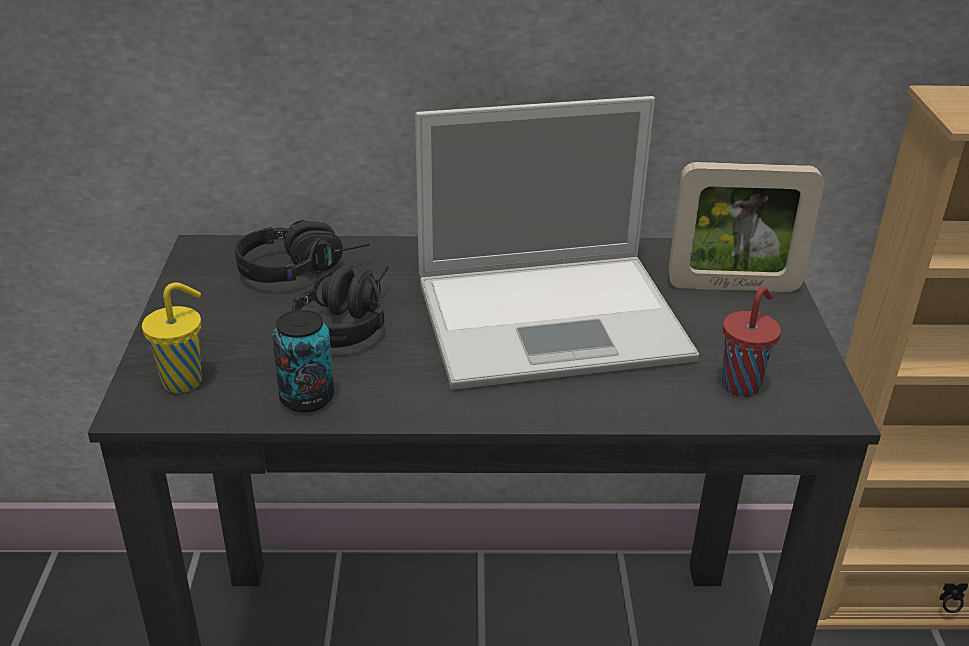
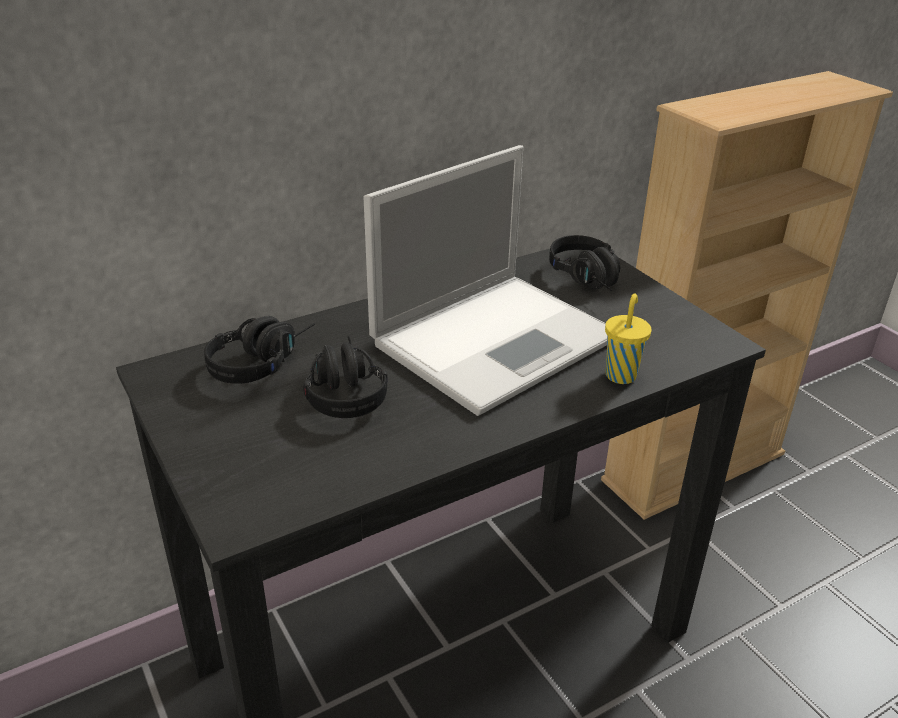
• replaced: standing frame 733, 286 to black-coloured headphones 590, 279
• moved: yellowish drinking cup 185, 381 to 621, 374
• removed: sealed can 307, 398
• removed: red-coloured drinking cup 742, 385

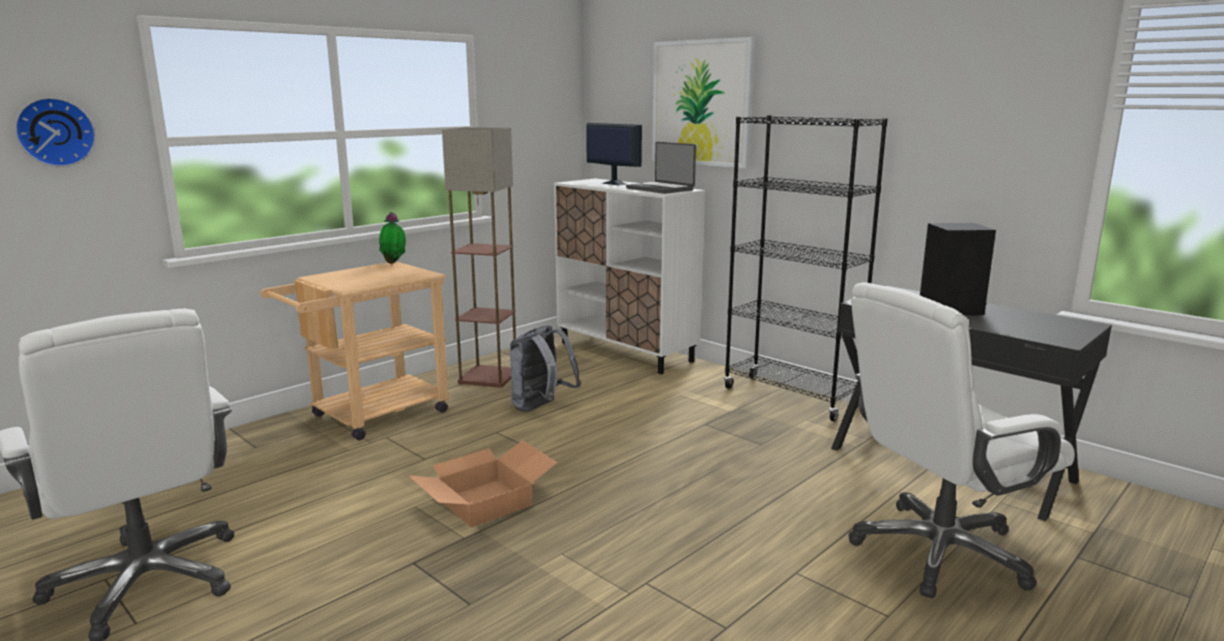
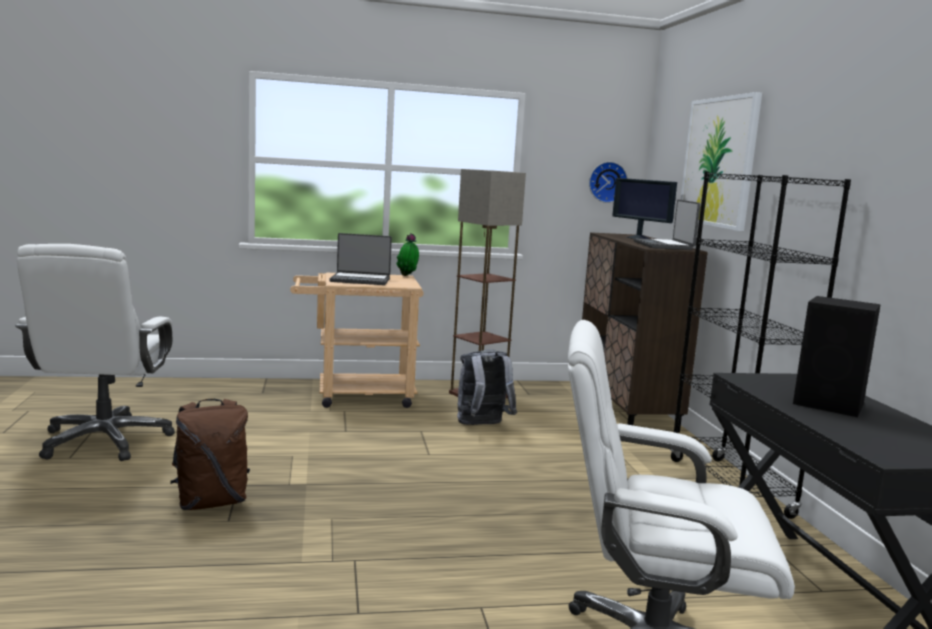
• added: brown rucksack 211, 502
• added: laptop 360, 280
• recoloured: white cupboard 626, 352 to brown cupboard 626, 408
• moved: hanging clock 55, 132 to 607, 182
• turned: computer screen 613, 183 = 639, 238 150 degrees clockwise
• removed: cardboard box 486, 501

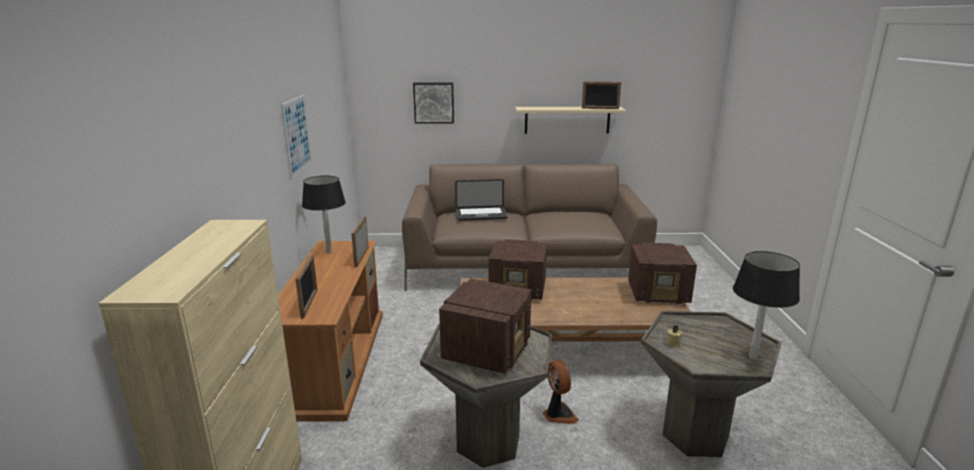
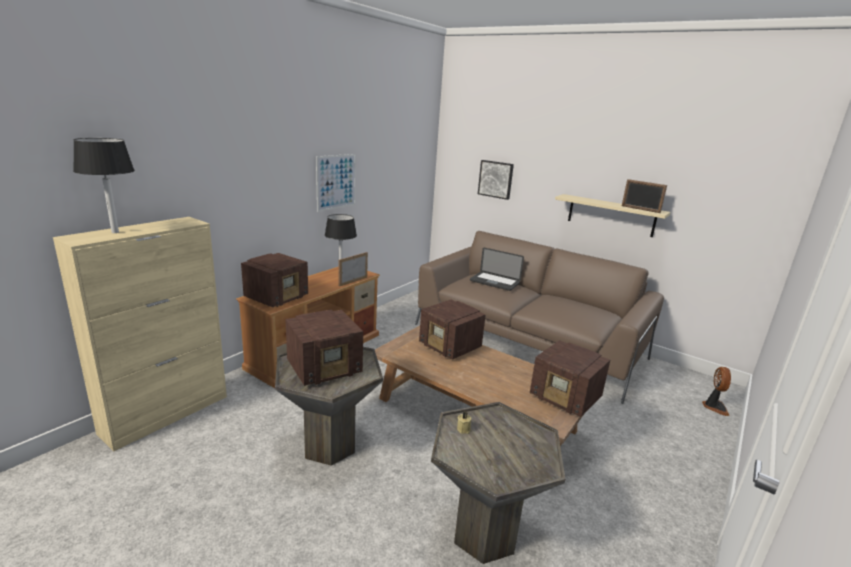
• moved: black-coloured table lamp 753, 357 to 115, 232
• replaced: standing frame 309, 304 to radio 277, 297
• moved: electric fan 558, 414 to 714, 407

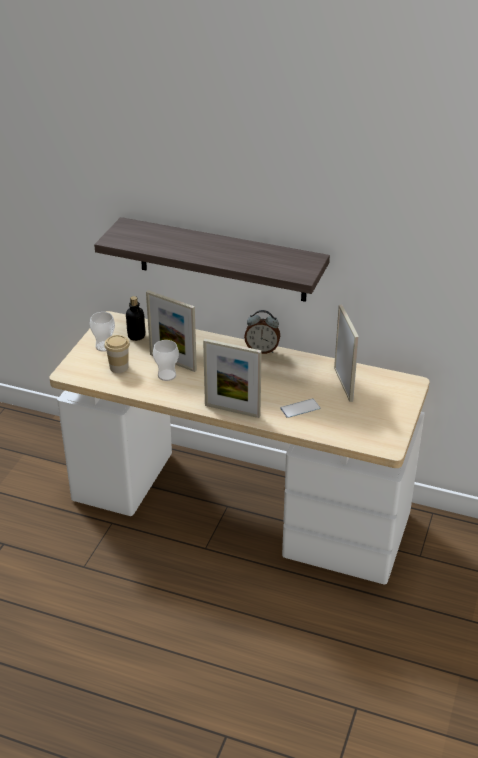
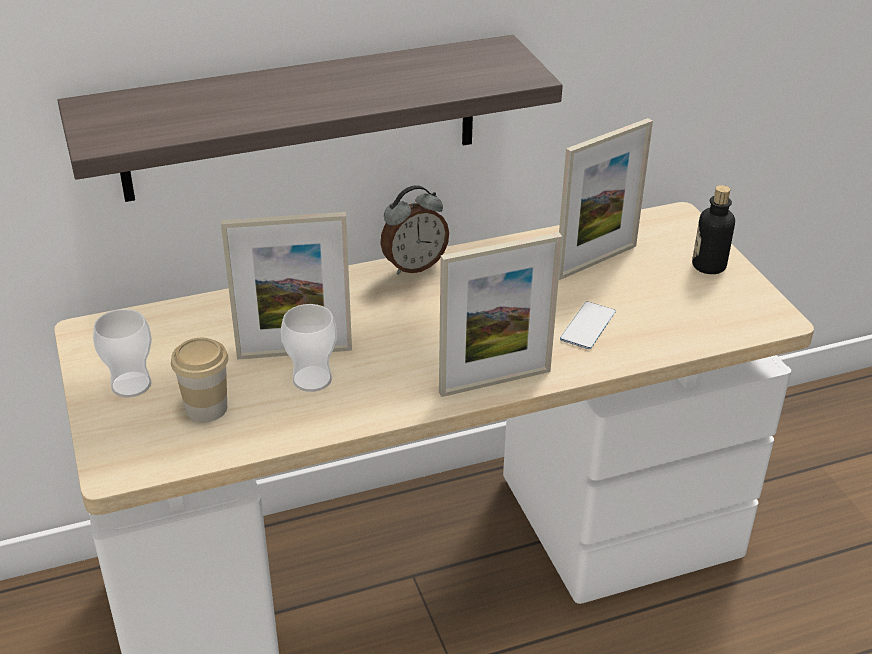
• turned: standing frame 343, 384 = 596, 261 105 degrees clockwise
• moved: drink bottle 136, 336 to 709, 266

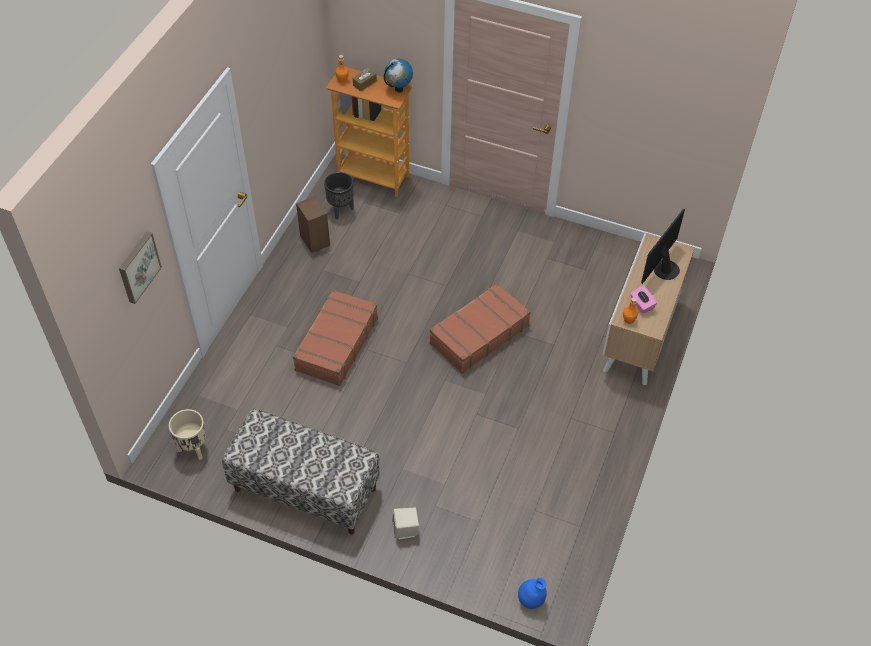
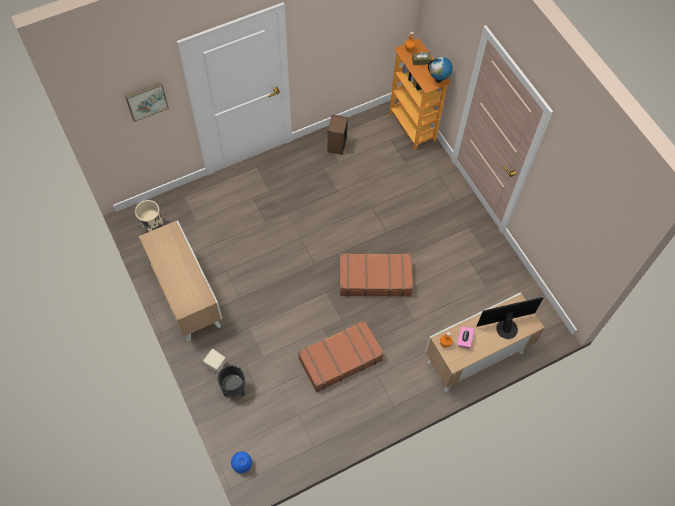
• replaced: indoor bench 304, 489 to cupboard 186, 297
• moved: black-coloured planter 340, 210 to 234, 390
• moved: brown travel case 336, 344 to 340, 359

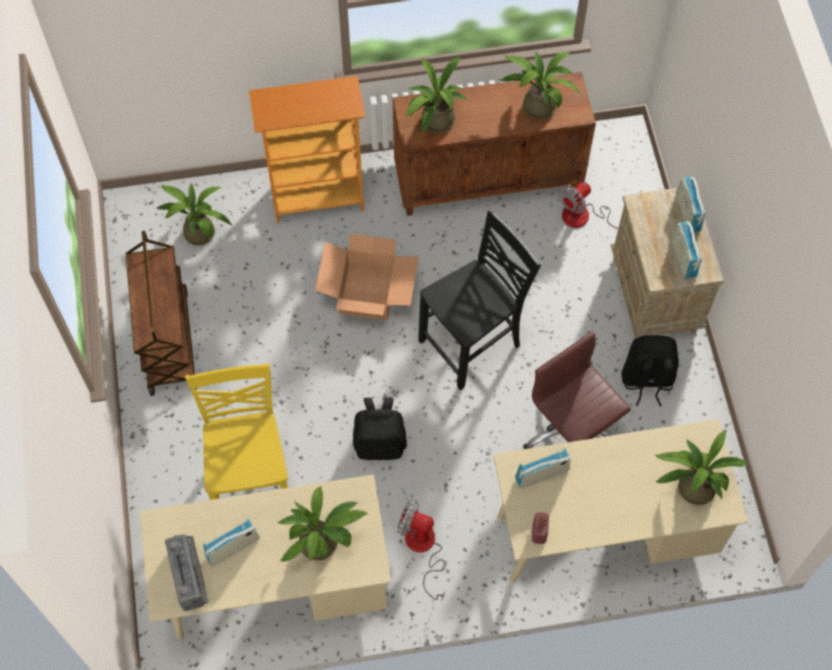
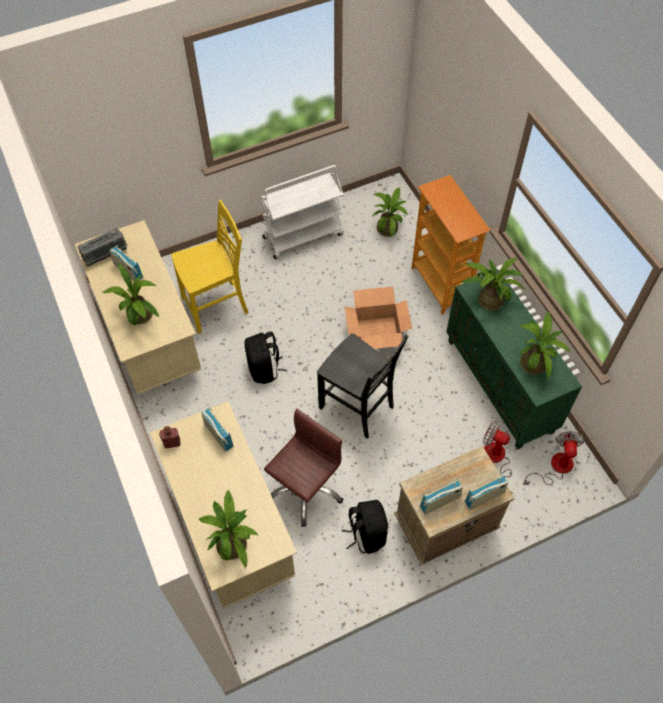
• recoloured: brown trolley 168, 341 to white trolley 303, 235
• recoloured: brown cupboard 488, 180 to green-coloured cupboard 500, 386
• moved: electric fan 423, 549 to 555, 467

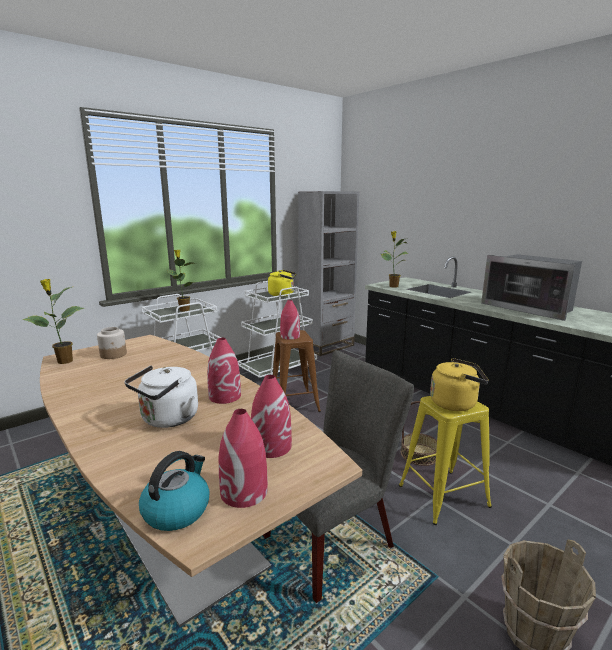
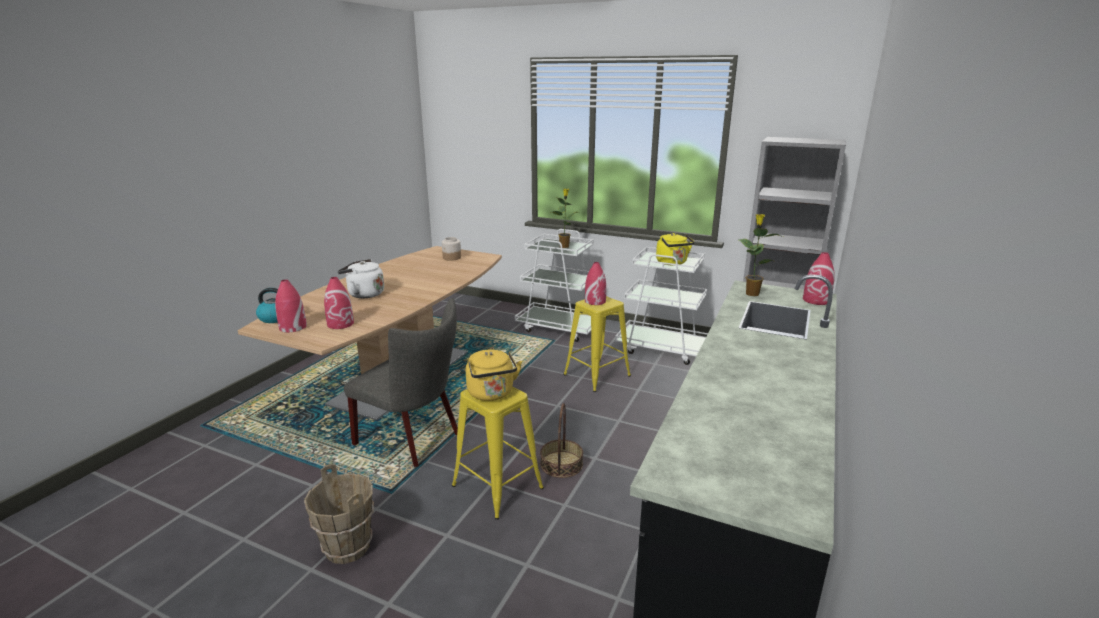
• recoloured: brown stool 294, 404 to yellowish stool 597, 375
• moved: red-coloured decorative vase 225, 396 to 816, 300
• removed: houseplant 64, 361
• removed: microwave oven 530, 308

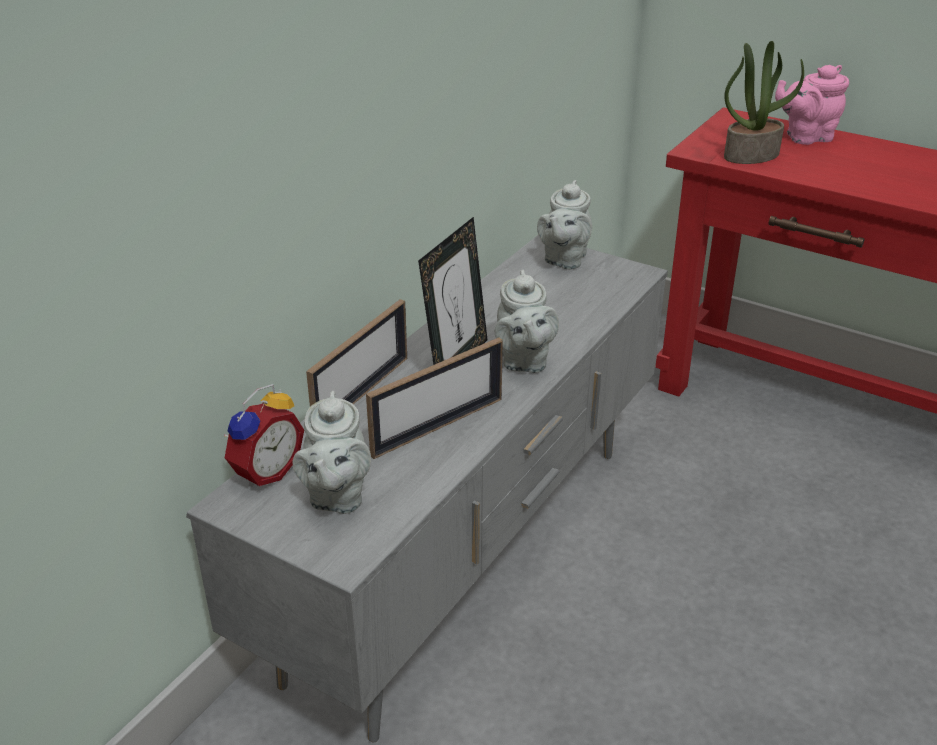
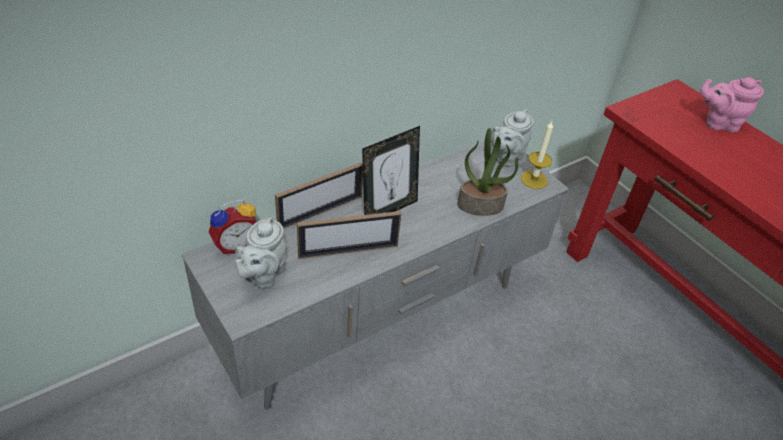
• moved: houseplant 751, 155 to 480, 205
• added: wax light 534, 179
• removed: grey teapot 523, 361

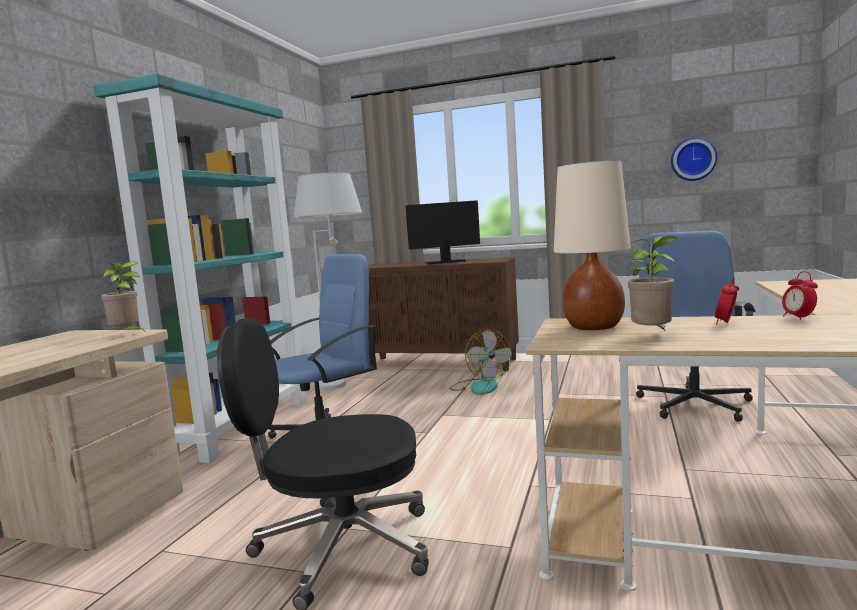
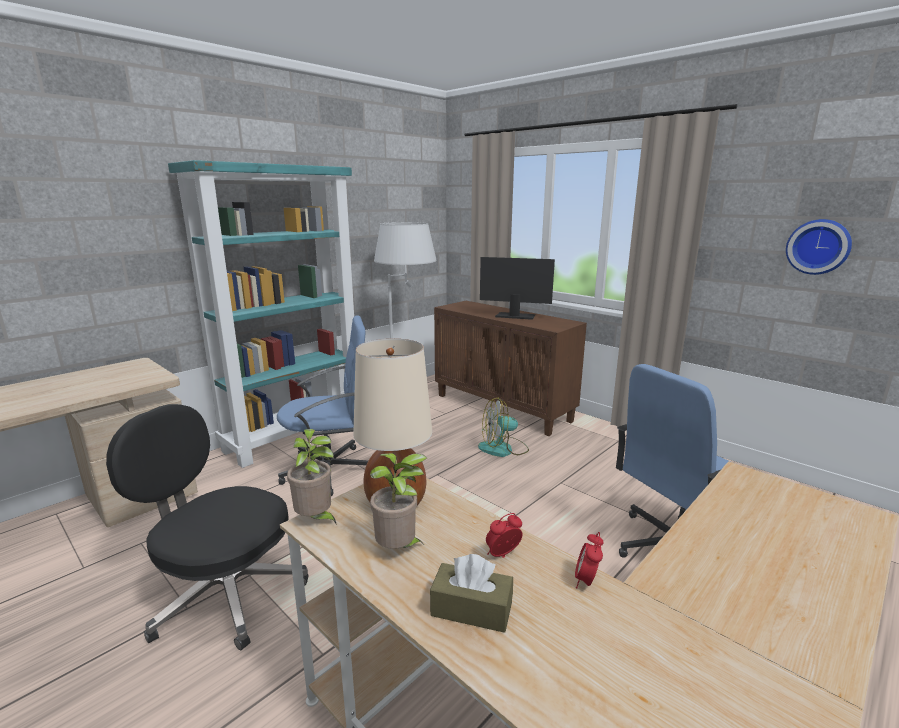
• moved: houseplant 127, 334 to 316, 520
• added: brown tissue holder 471, 609
• turned: electric fan 480, 386 = 503, 449 75 degrees clockwise

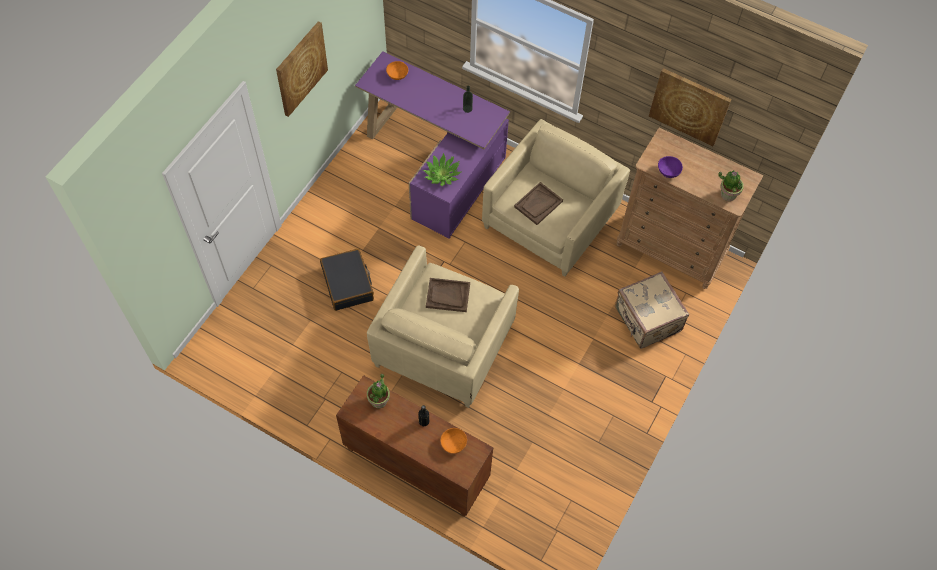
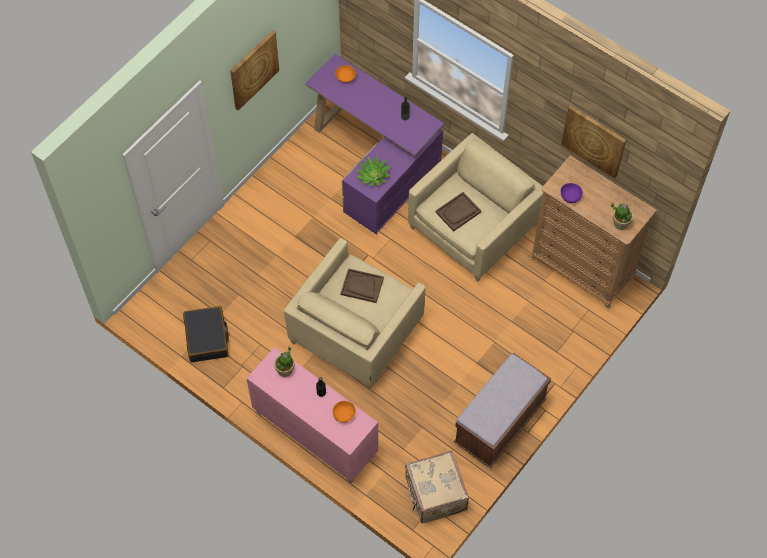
• moved: black-coloured travel case 348, 284 to 207, 338
• recoloured: brown cupboard 415, 465 to pink cupboard 314, 434
• moved: beige travel case 646, 320 to 434, 495
• added: brown indoor bench 499, 423

